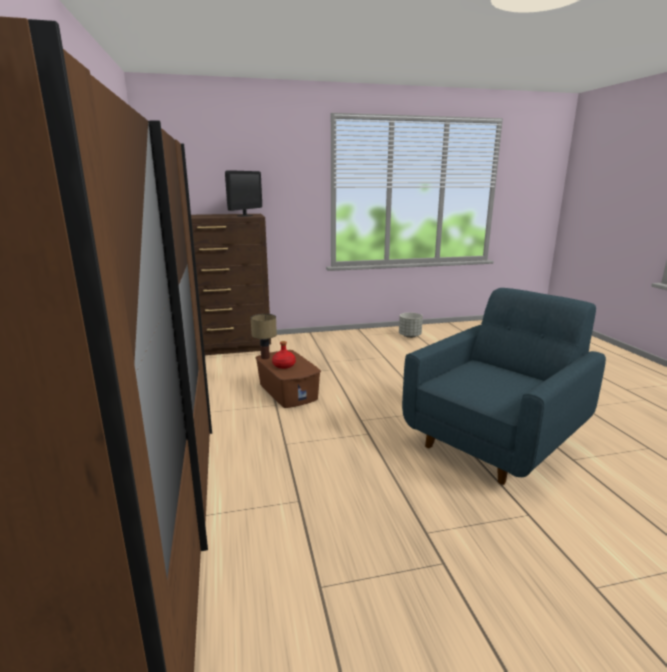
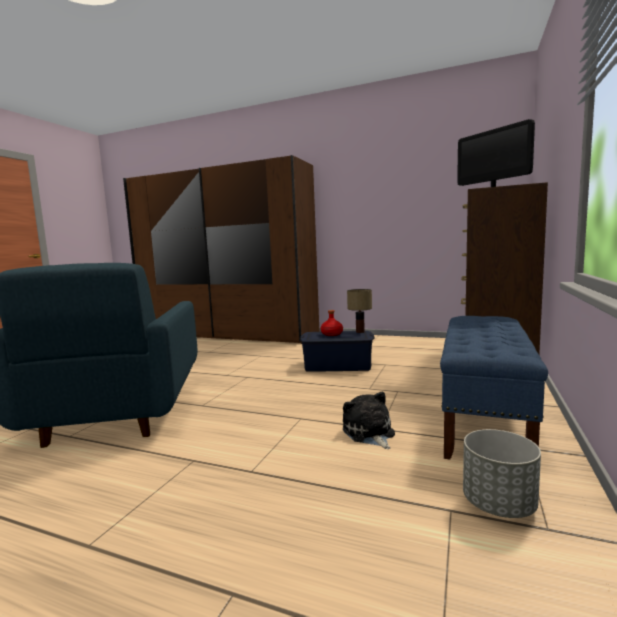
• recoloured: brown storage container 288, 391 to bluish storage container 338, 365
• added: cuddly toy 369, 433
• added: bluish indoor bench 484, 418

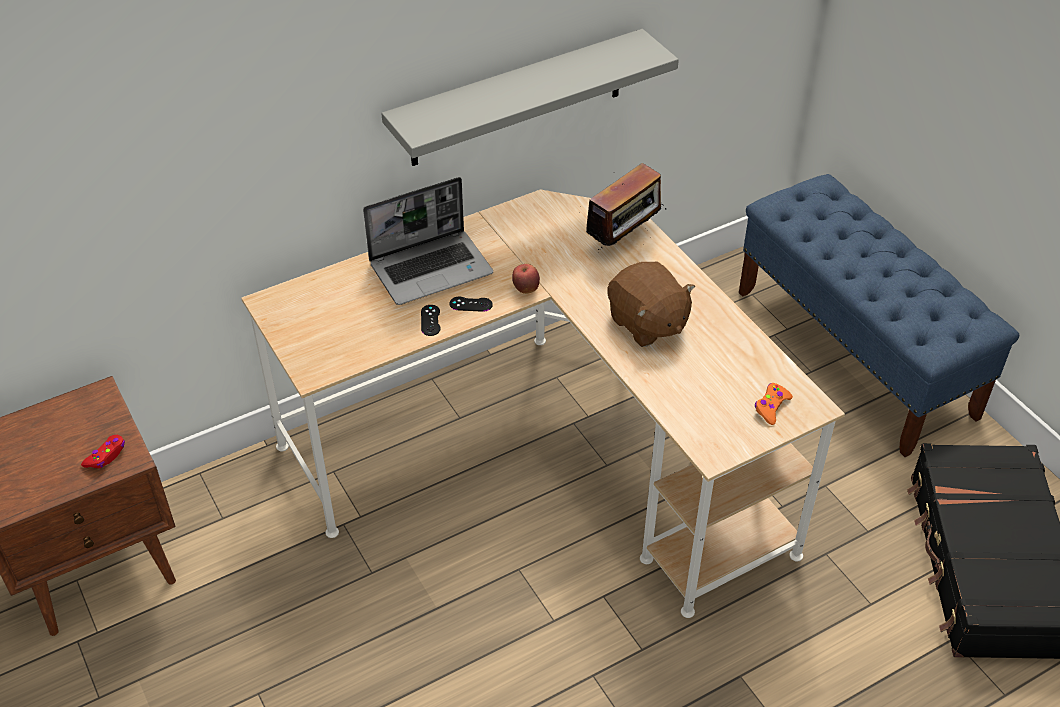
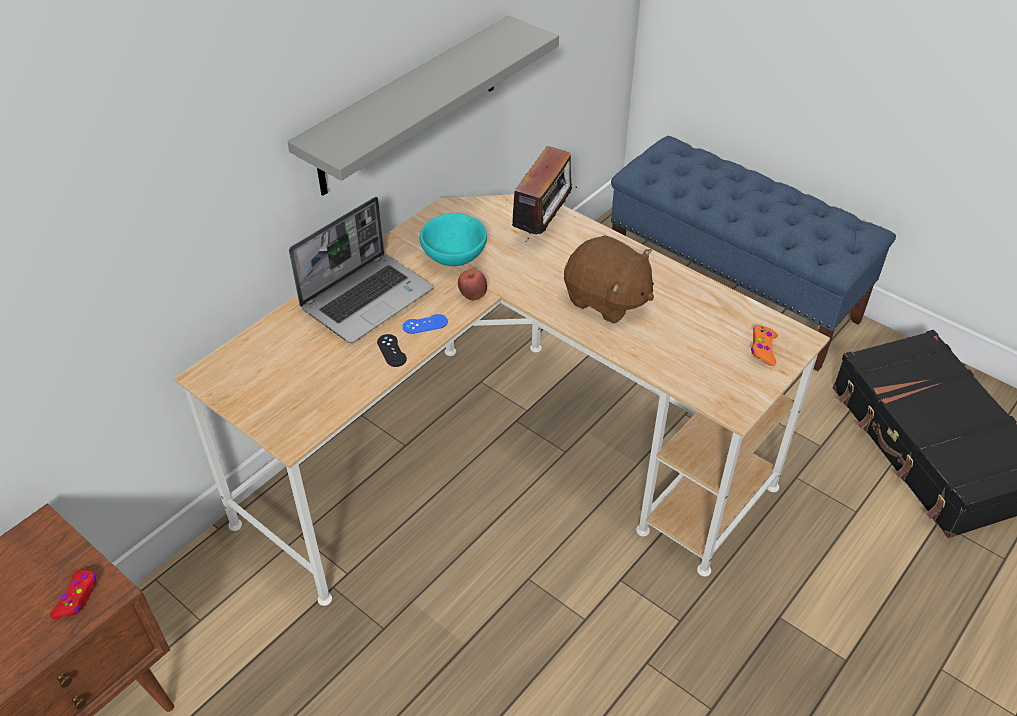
• recoloured: black-coloured gamepad 471, 304 to bluish gamepad 425, 324
• added: turquoise-coloured bowl 454, 256

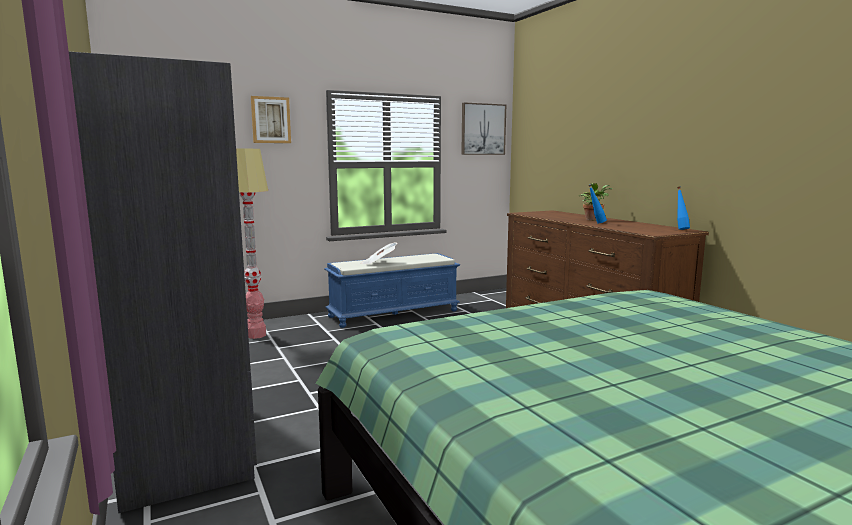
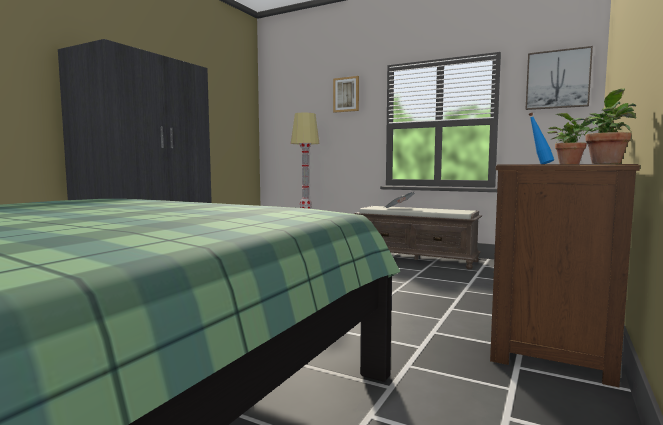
• recoloured: bluish indoor bench 394, 313 to brown indoor bench 416, 259
• replaced: bluish drink bottle 680, 229 to houseplant 604, 163

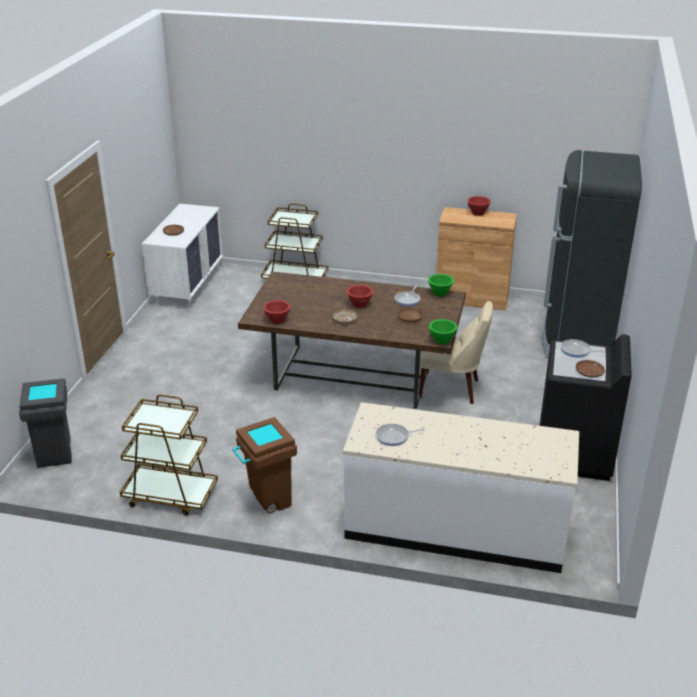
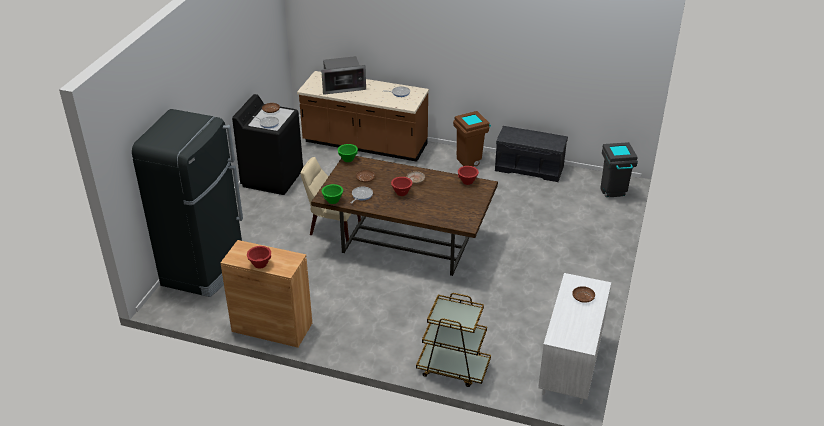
• recoloured: white kitchen counter 455, 528 to brown kitchen counter 365, 144
• added: microwave oven 343, 86
• replaced: brown trolley 170, 495 to grey indoor bench 530, 168

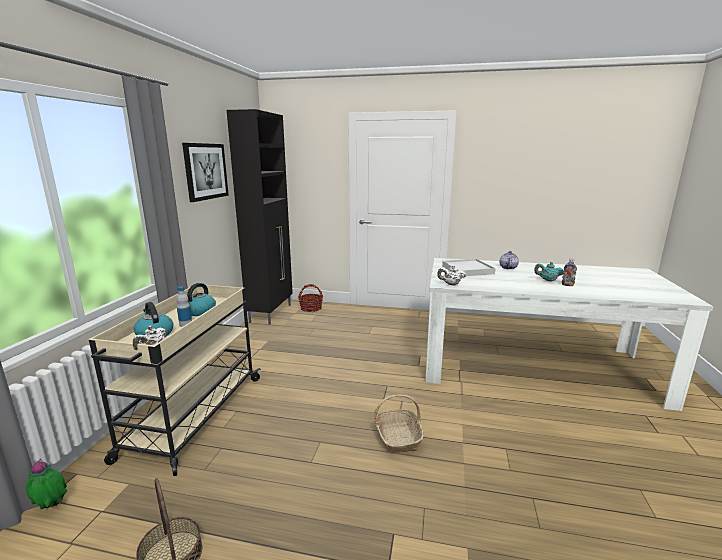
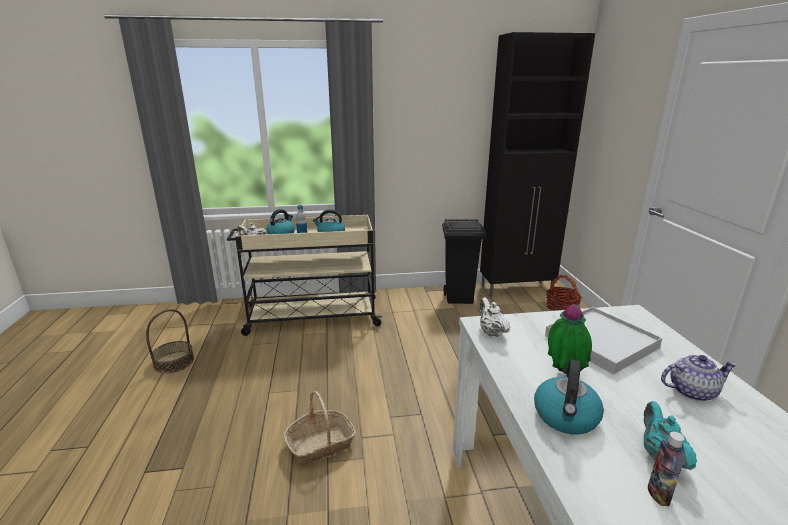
• added: black-coloured rubbish bin 459, 298
• added: kettle 566, 417
• moved: houseplant 51, 507 to 563, 374
• removed: wall picture 205, 171

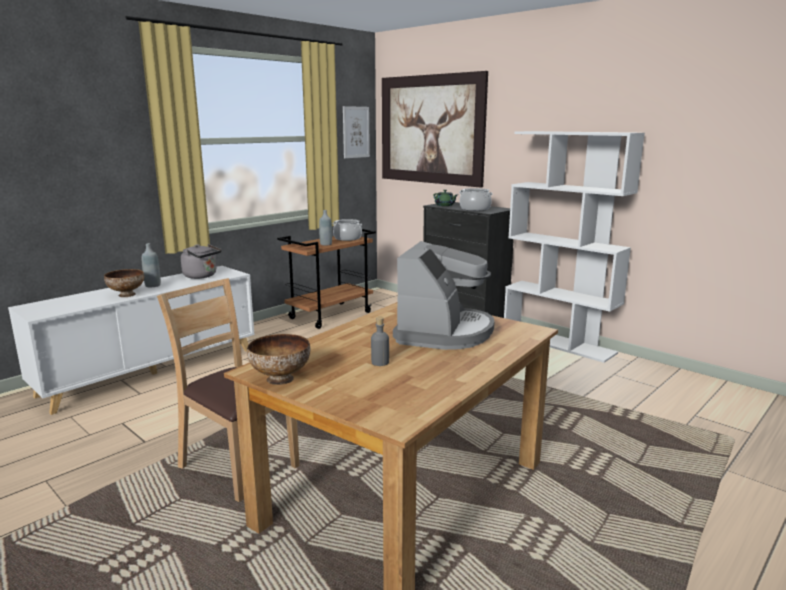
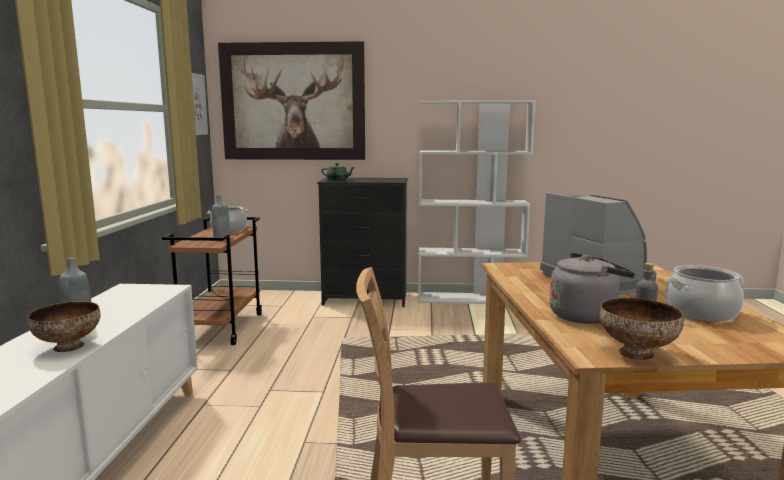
• moved: grey kettle 202, 276 to 586, 316
• moved: stockpot 475, 209 to 701, 312

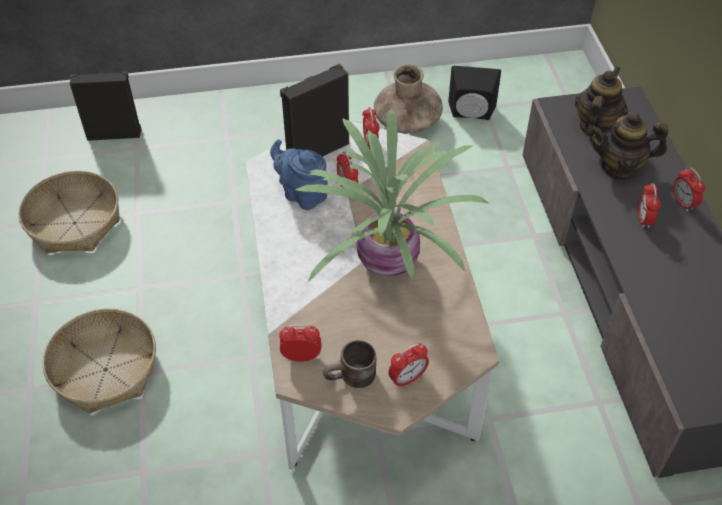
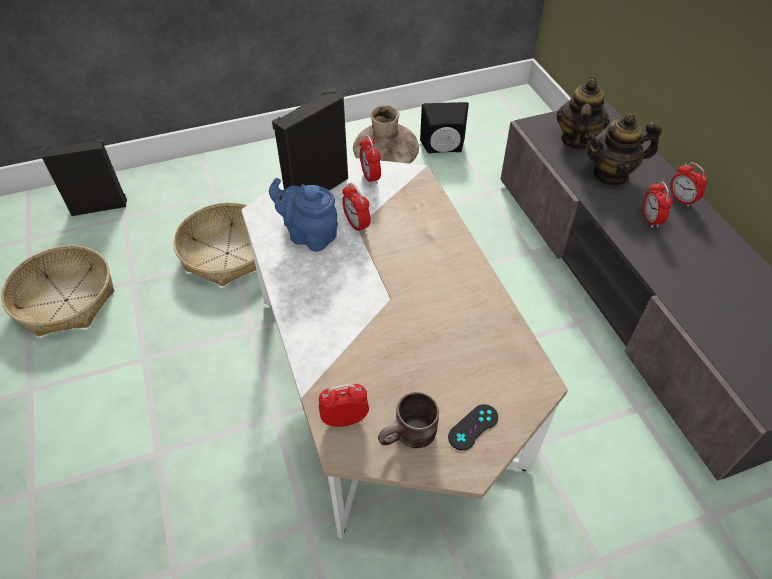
• moved: storage basket 105, 369 to 227, 253
• replaced: bedside clock 407, 378 to black-coloured gamepad 473, 427
• removed: houseplant 384, 262

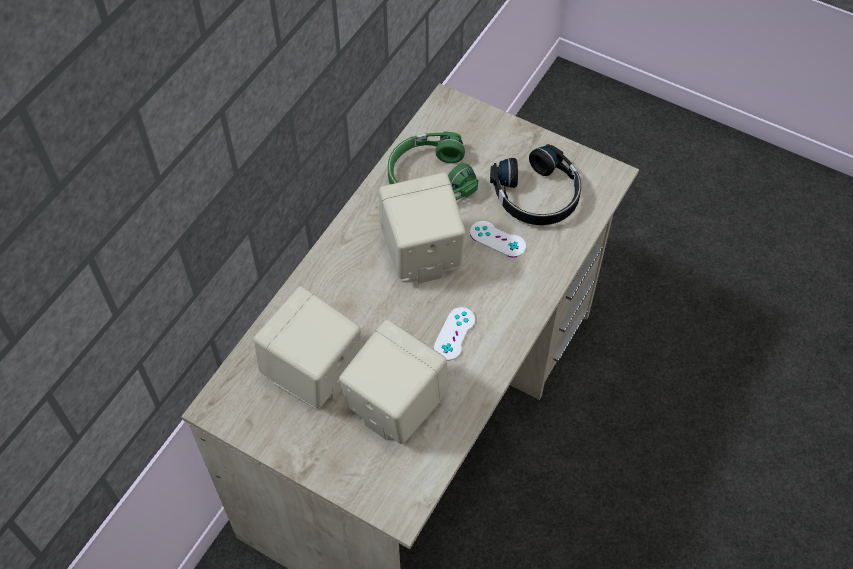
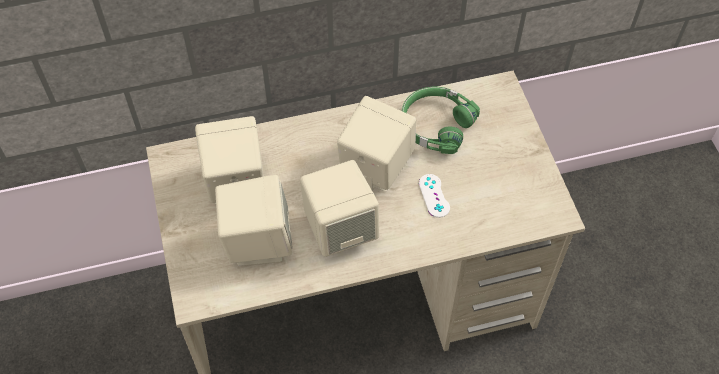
• replaced: white gamepad 454, 334 to beige audio speaker 340, 229
• removed: black-coloured headphones 537, 195

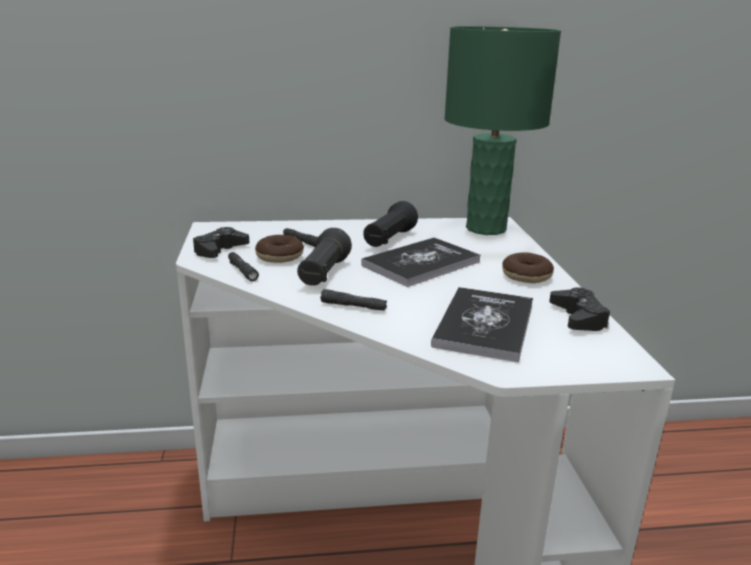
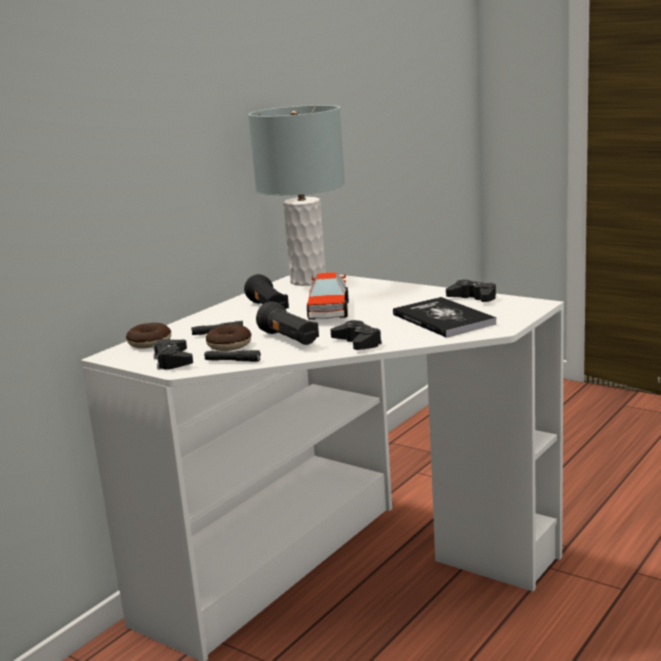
• moved: donut 526, 276 to 149, 343
• recoloured: green-coloured table lamp 486, 228 to grey table lamp 308, 280
• replaced: bound book 421, 263 to toy car 328, 311
• replaced: black-coloured torch 353, 306 to black-coloured gamepad 357, 343

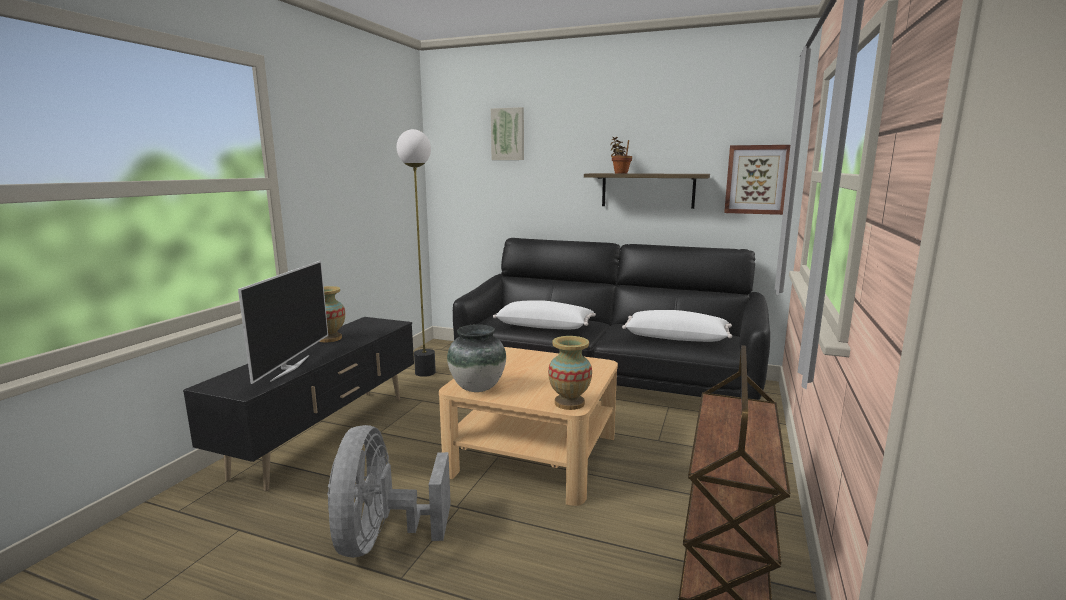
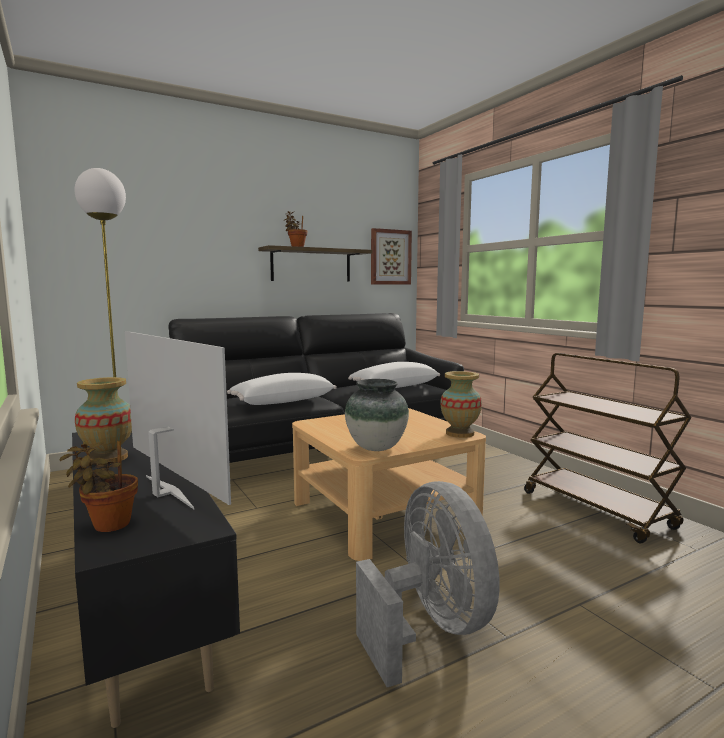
• added: houseplant 107, 525
• turned: grey electric fan 382, 539 = 430, 628 150 degrees counterclockwise
• removed: wall picture 508, 134

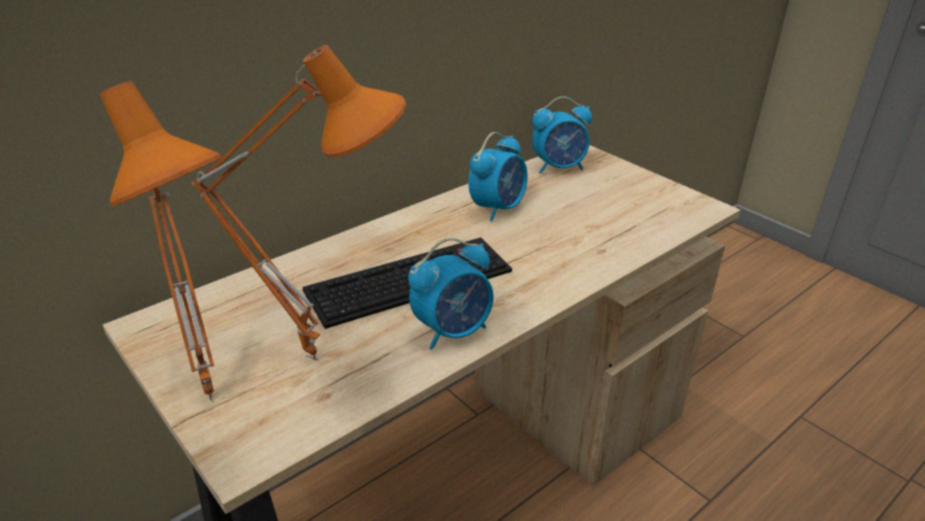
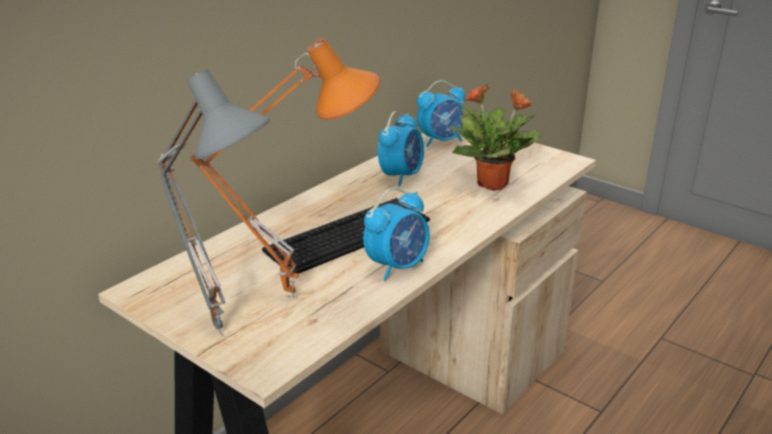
• recoloured: orangey table lamp 217, 395 to grey table lamp 224, 330
• added: houseplant 493, 184

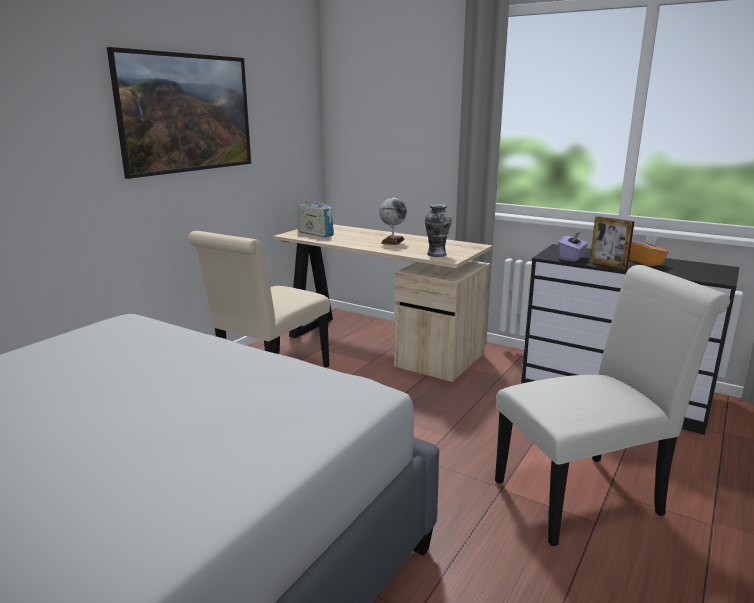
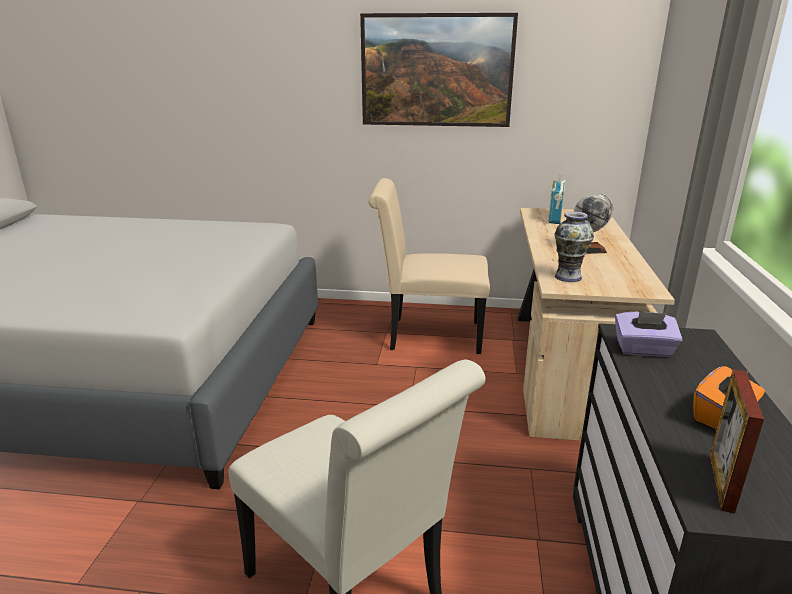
• moved: standing frame 608, 265 to 721, 482

